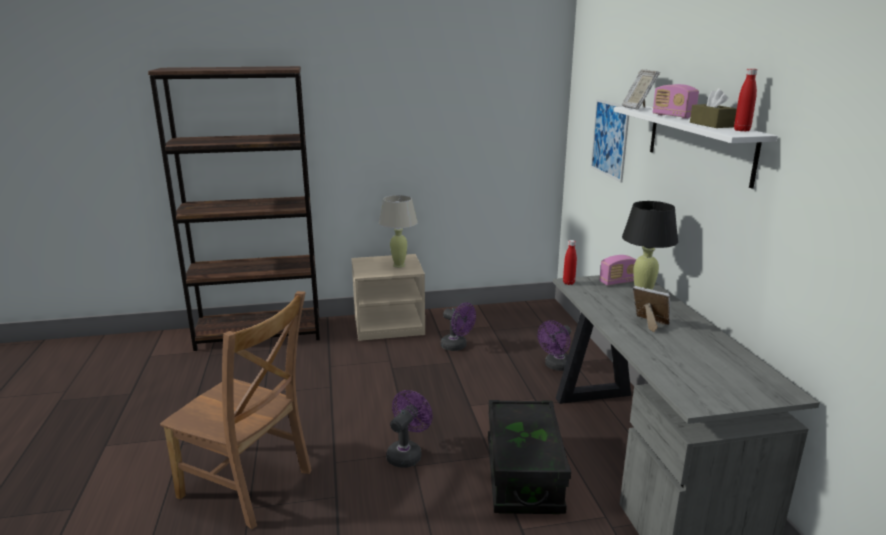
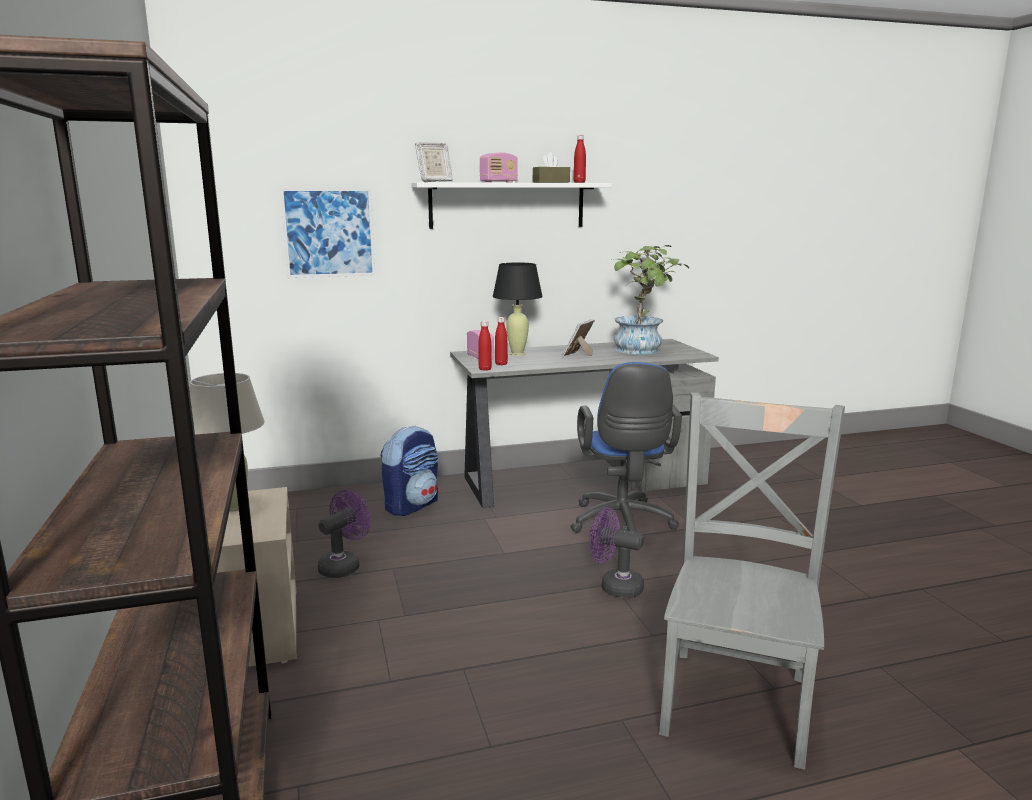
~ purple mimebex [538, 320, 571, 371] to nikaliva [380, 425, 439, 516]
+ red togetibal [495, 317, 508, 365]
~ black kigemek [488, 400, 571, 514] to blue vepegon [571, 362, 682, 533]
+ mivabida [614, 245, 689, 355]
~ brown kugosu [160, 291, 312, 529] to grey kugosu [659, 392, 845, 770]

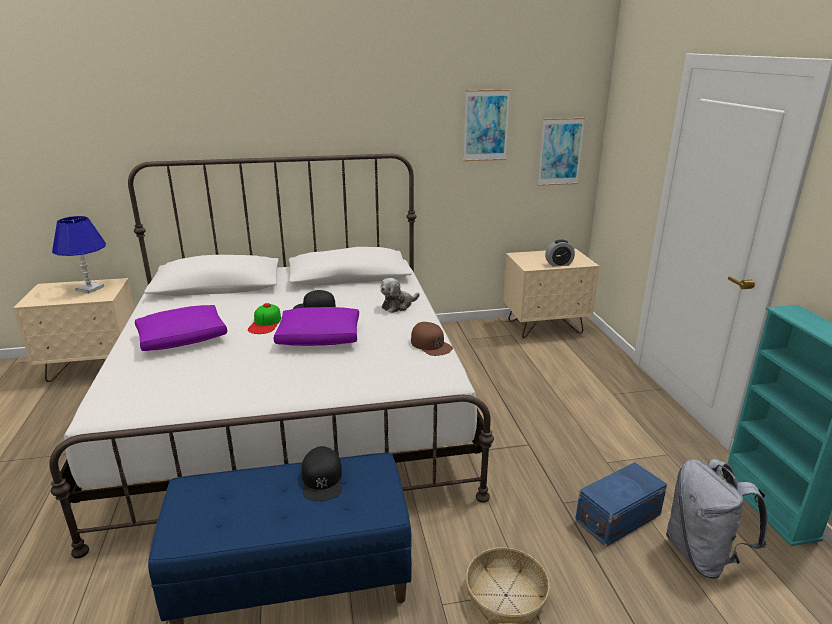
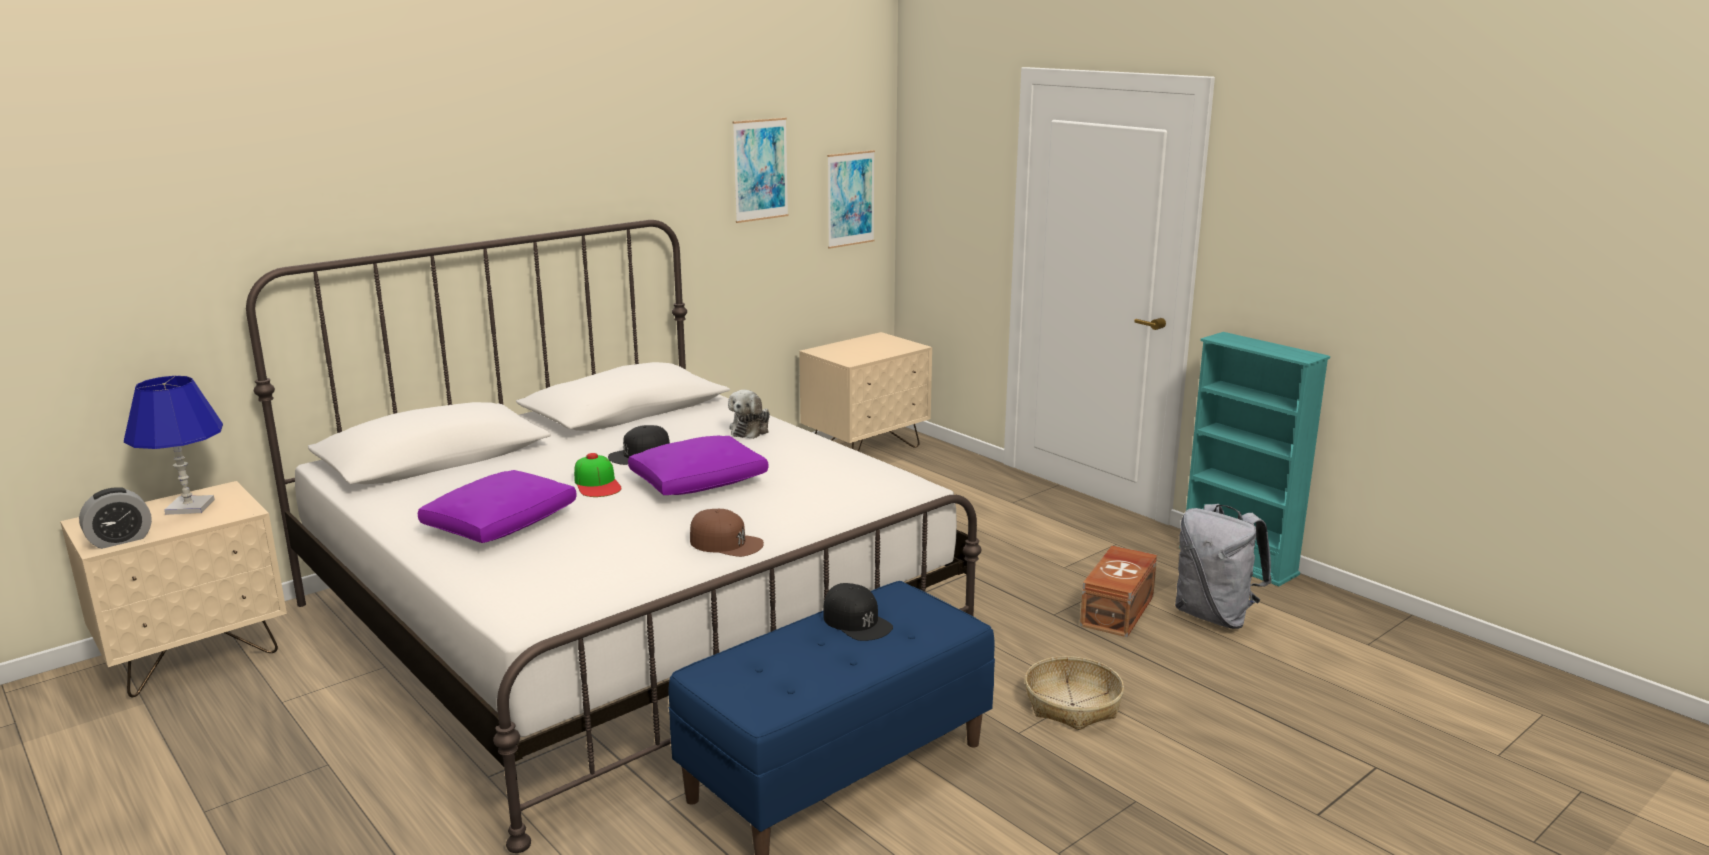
~ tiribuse [545, 240, 575, 267] to [79, 487, 152, 549]
~ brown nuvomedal [411, 322, 453, 356] to [690, 509, 764, 557]
~ blue kigemek [575, 462, 667, 547] to brown kigemek [1080, 546, 1157, 637]

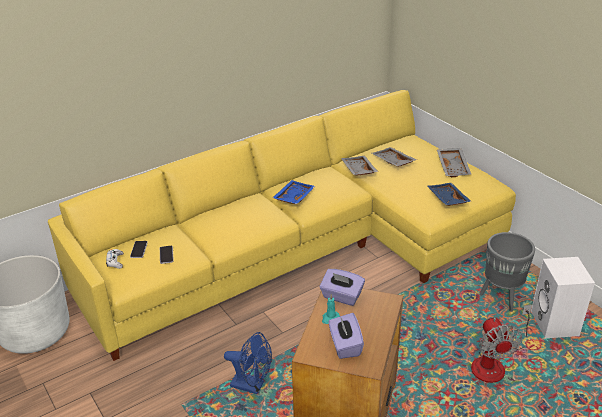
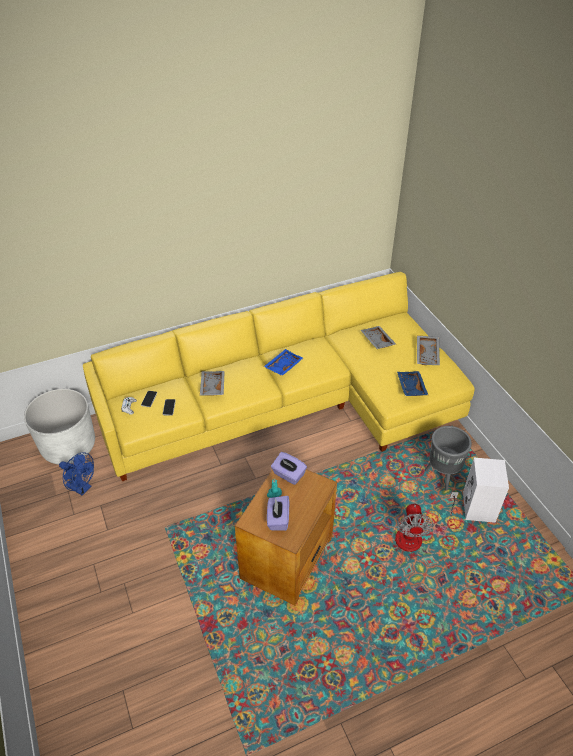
~ blue mimebex [224, 332, 272, 394] to [59, 452, 94, 496]
~ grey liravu [341, 156, 378, 176] to [200, 371, 225, 396]

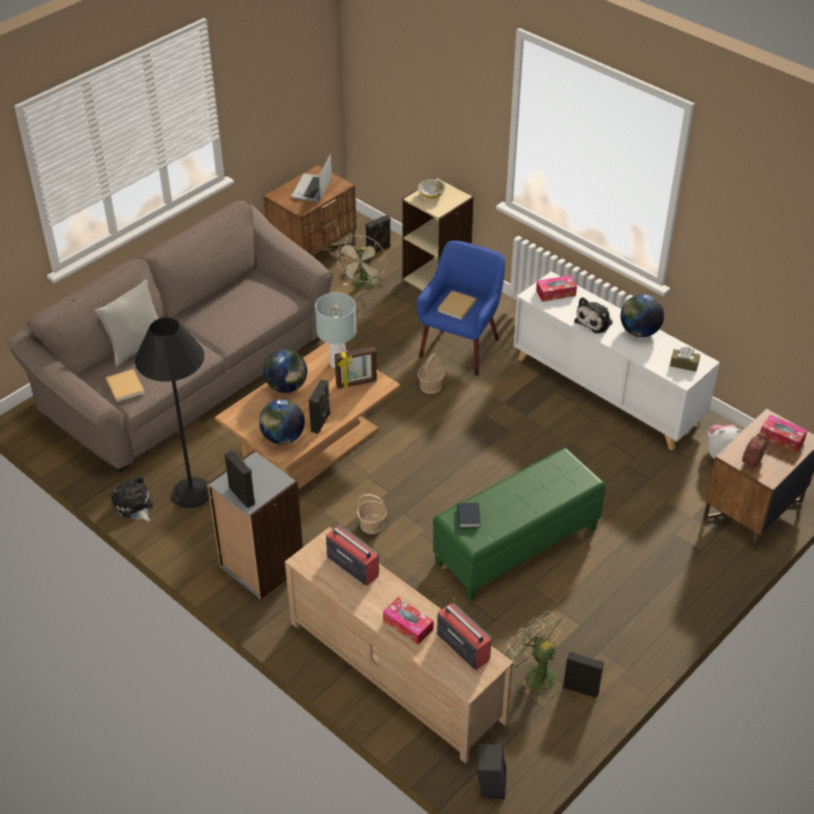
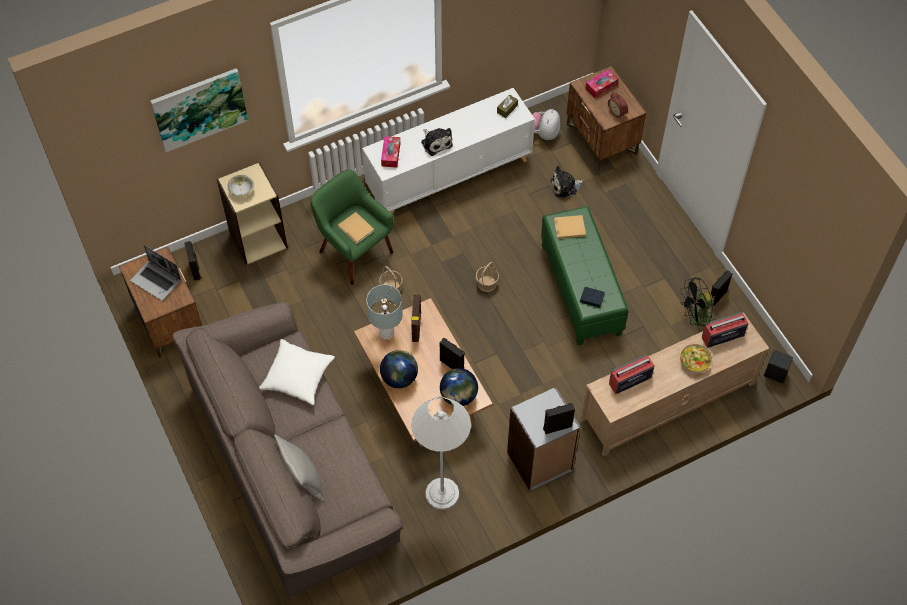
+ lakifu [151, 68, 248, 152]
+ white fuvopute [259, 339, 335, 405]
~ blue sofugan [417, 240, 505, 376] to green sofugan [311, 169, 394, 285]
~ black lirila [135, 317, 209, 508] to white lirila [411, 397, 471, 510]
~ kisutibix [357, 494, 387, 534] to [476, 262, 499, 292]
~ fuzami [111, 476, 153, 522] to [550, 166, 584, 198]
~ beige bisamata [106, 369, 145, 402] to [554, 215, 586, 239]
~ green mimebex [504, 611, 565, 698] to black mimebex [680, 277, 719, 326]
~ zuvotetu [383, 597, 434, 645] to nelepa [680, 344, 712, 373]
- beige mimebex [336, 235, 387, 289]
- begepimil [621, 294, 664, 337]

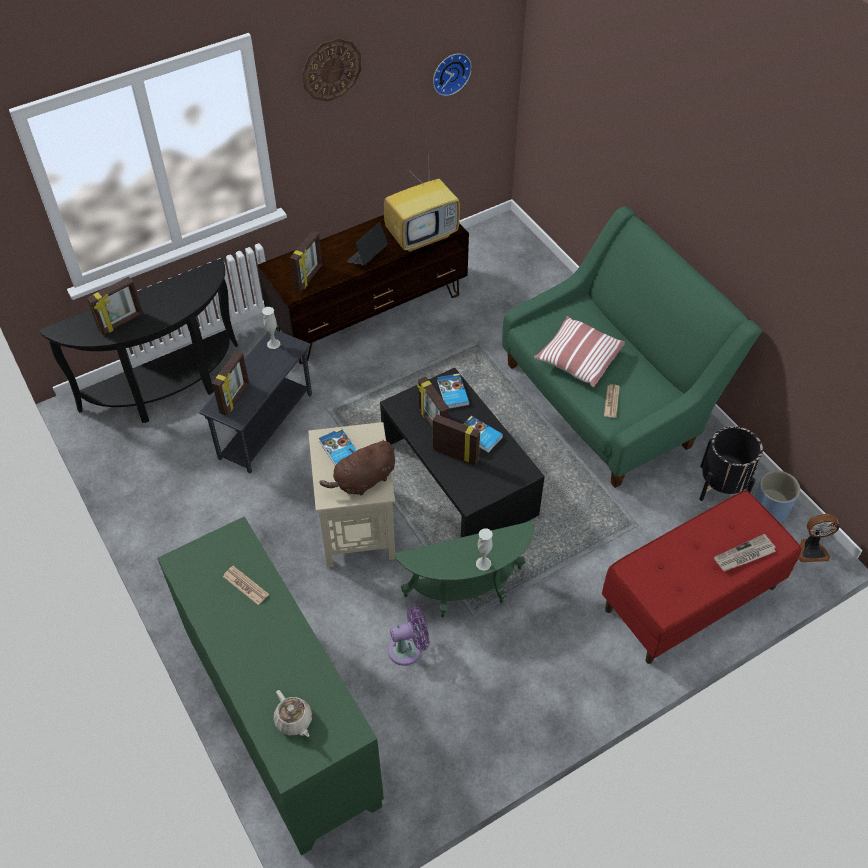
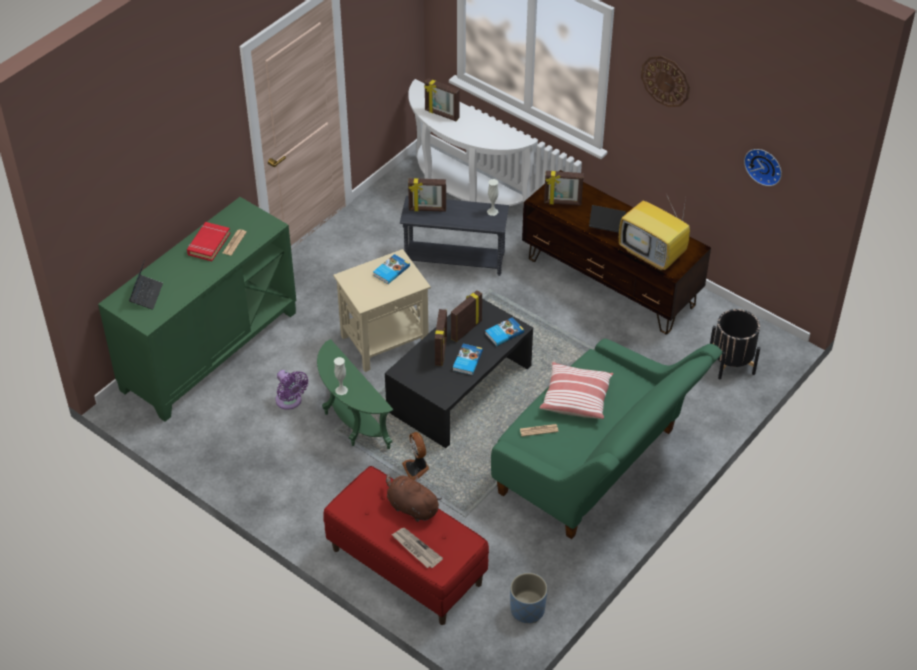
~ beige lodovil [274, 690, 312, 737] to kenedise [129, 260, 163, 310]
+ red bisamata [187, 222, 230, 261]
~ brown fuzami [319, 440, 395, 495] to [386, 474, 442, 522]
~ mimebex [798, 514, 840, 562] to [402, 432, 429, 480]
~ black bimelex [39, 258, 238, 423] to white bimelex [408, 79, 537, 206]
~ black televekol [699, 426, 763, 501] to [710, 309, 760, 379]

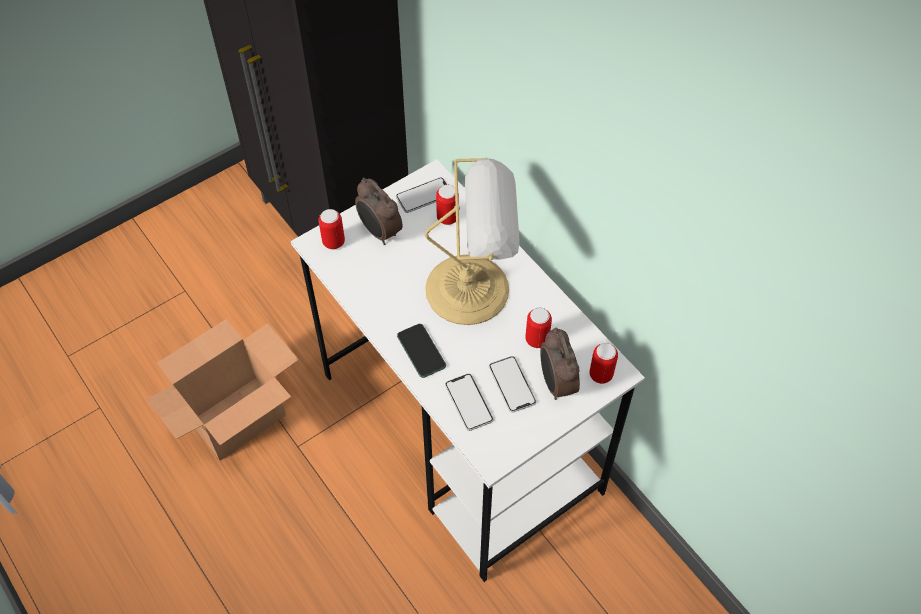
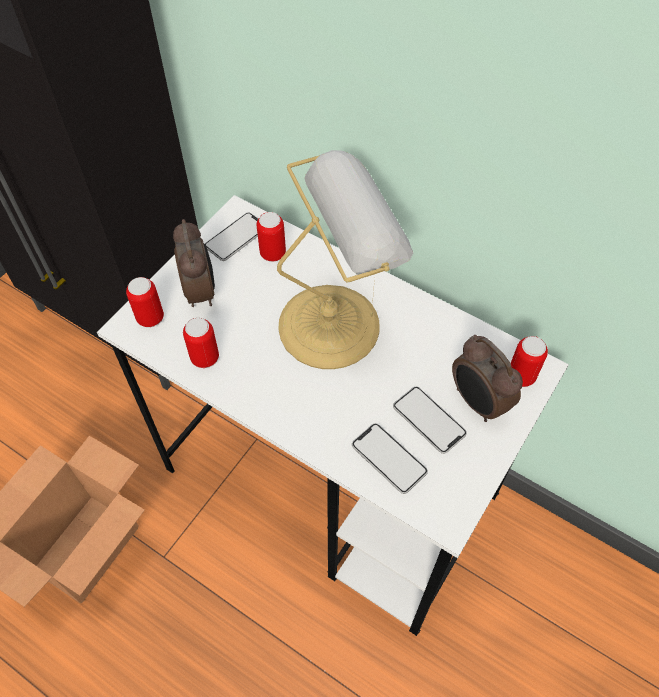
~ tiribuse [355, 178, 402, 245] = [173, 219, 215, 307] 135 degrees counterclockwise
~ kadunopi [525, 308, 552, 348] to [183, 318, 219, 368]
- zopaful [397, 324, 446, 378]

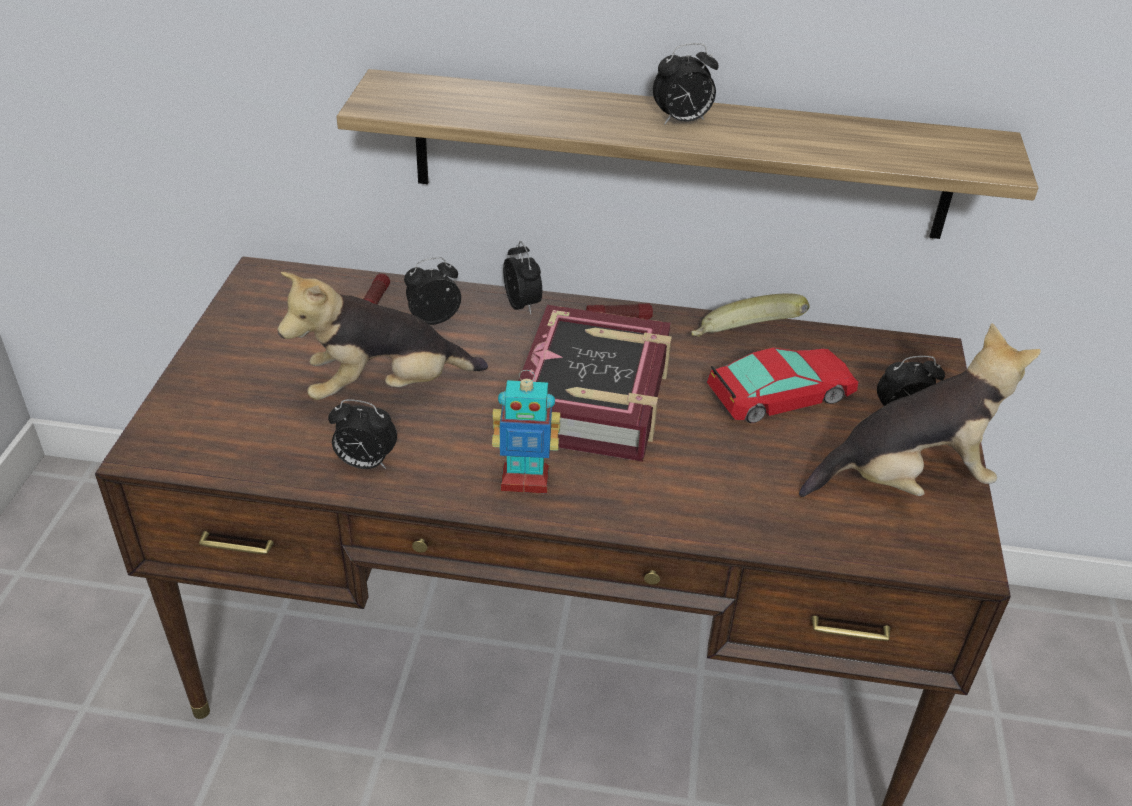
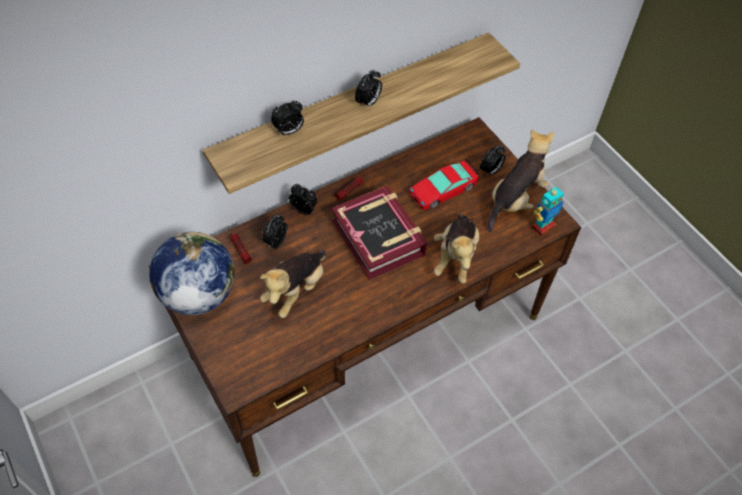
+ begepimil [149, 232, 234, 315]
~ tiribuse [328, 399, 397, 469] to [271, 100, 304, 136]
~ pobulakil [707, 348, 858, 423] = [409, 159, 479, 210] 150 degrees counterclockwise
+ fuzami [434, 214, 479, 284]
~ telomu [492, 370, 561, 493] to [532, 187, 564, 236]
- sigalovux [691, 294, 810, 337]

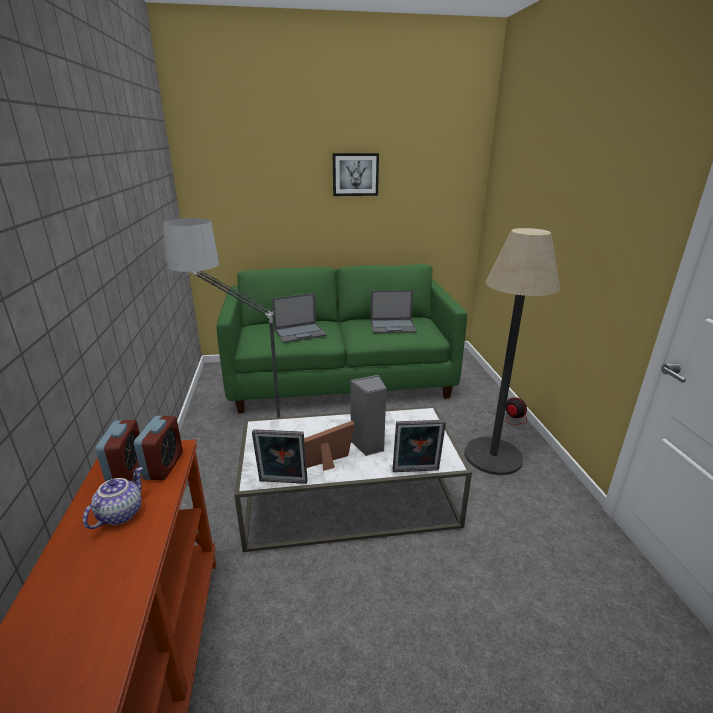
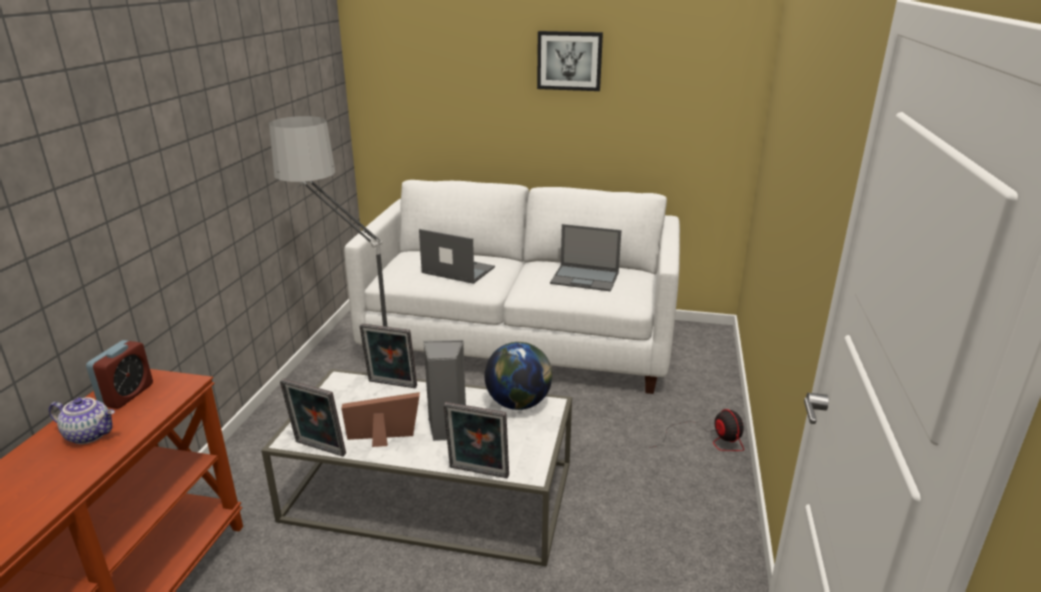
~ lodovil [83, 467, 143, 529] = [49, 397, 115, 444] 60 degrees clockwise
~ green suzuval [217, 264, 467, 413] to white suzuval [344, 180, 680, 394]
+ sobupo [359, 323, 417, 388]
~ kenedise [272, 293, 327, 343] = [419, 229, 495, 284] 150 degrees counterclockwise
+ begepimil [484, 342, 552, 410]
- tiribuse [134, 416, 183, 481]
- lirila [465, 228, 560, 475]

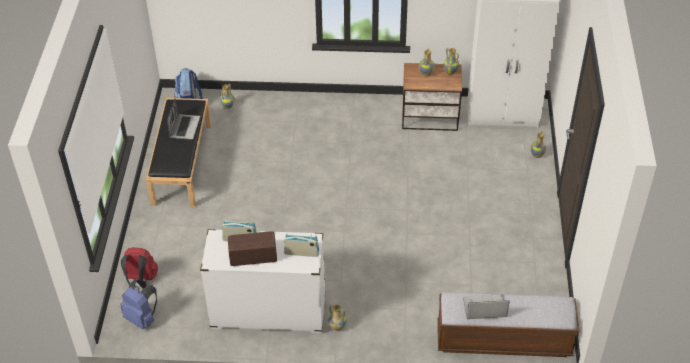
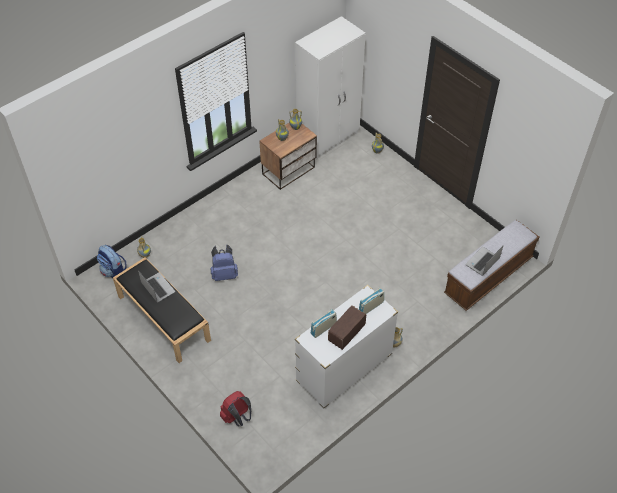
~ blue nikaliva [121, 279, 157, 329] to [211, 245, 238, 281]

